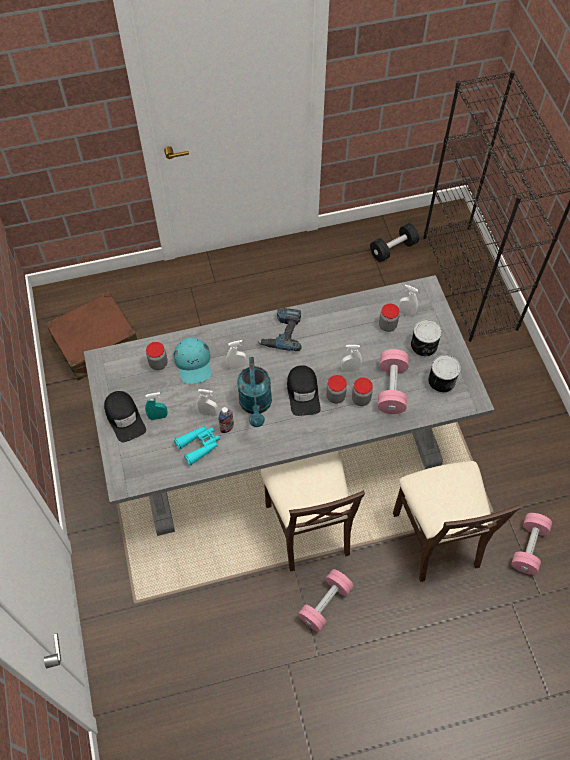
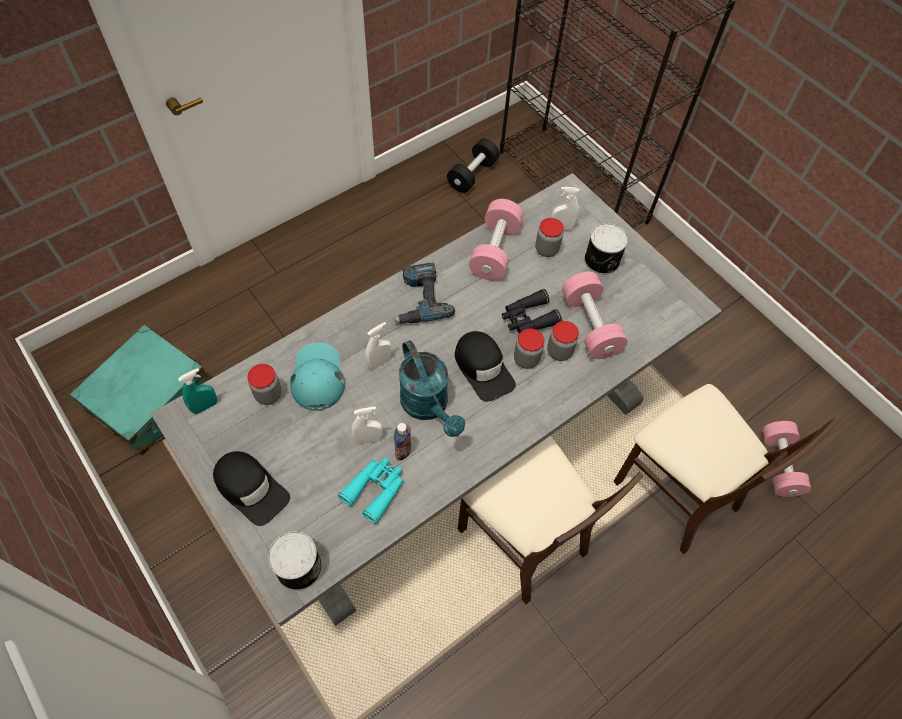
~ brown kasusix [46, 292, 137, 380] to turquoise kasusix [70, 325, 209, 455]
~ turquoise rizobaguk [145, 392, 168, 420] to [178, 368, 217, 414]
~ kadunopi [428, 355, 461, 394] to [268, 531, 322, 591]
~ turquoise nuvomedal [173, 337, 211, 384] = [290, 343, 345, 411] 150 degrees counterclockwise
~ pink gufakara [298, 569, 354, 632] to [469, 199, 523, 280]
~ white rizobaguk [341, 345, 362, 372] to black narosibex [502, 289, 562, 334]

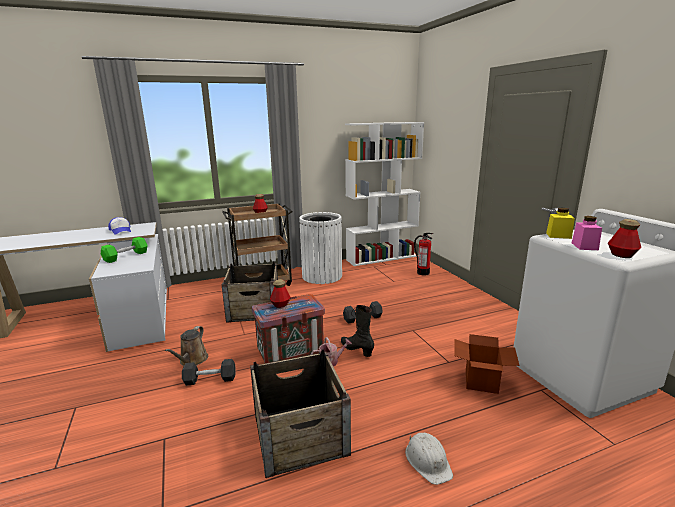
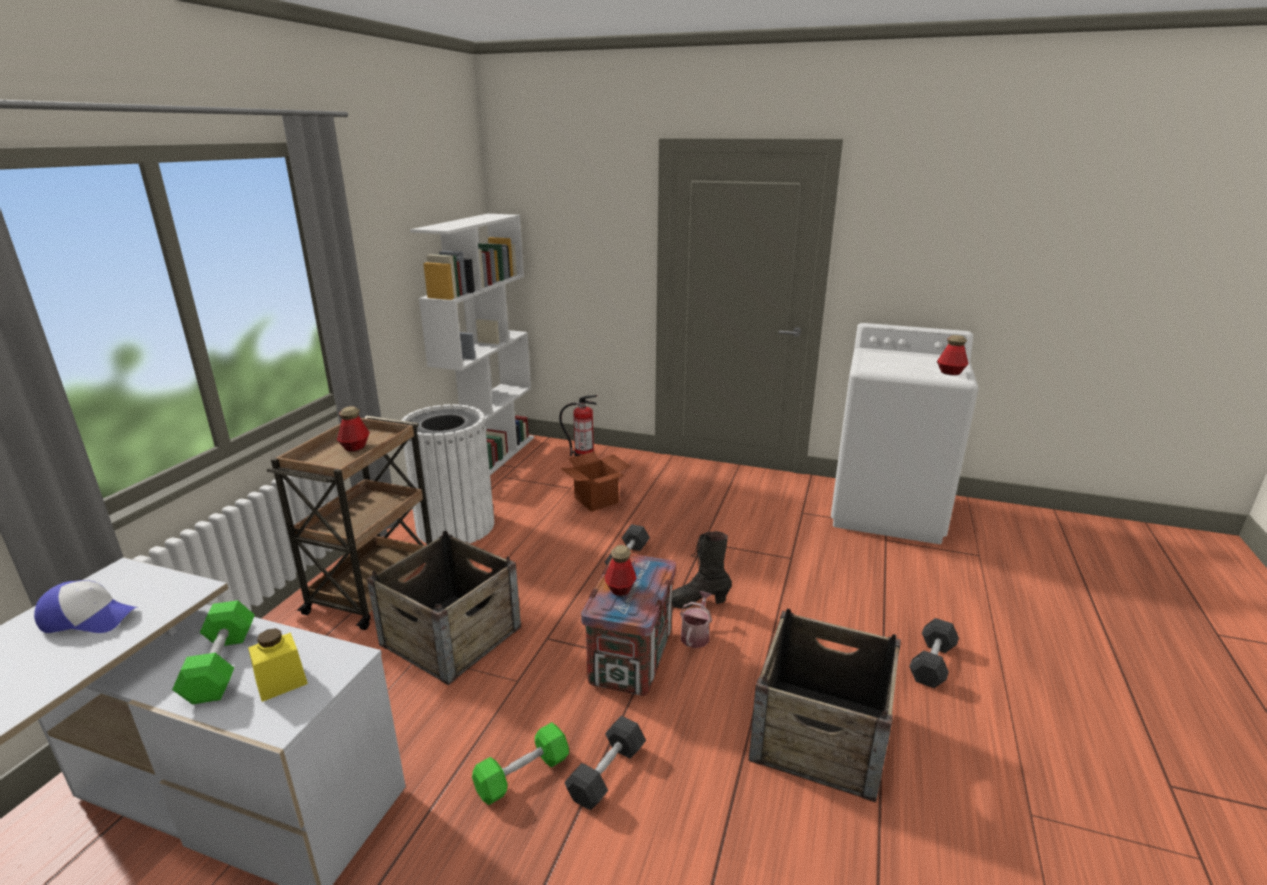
~ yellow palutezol [546, 208, 575, 239] to [248, 628, 308, 702]
~ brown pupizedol [165, 326, 208, 366] to green gufakara [472, 722, 569, 805]
~ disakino [454, 334, 520, 394] to [560, 451, 631, 512]
~ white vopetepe [405, 433, 453, 485] to grey gufakara [909, 618, 959, 688]
- pink palutezol [572, 216, 602, 250]

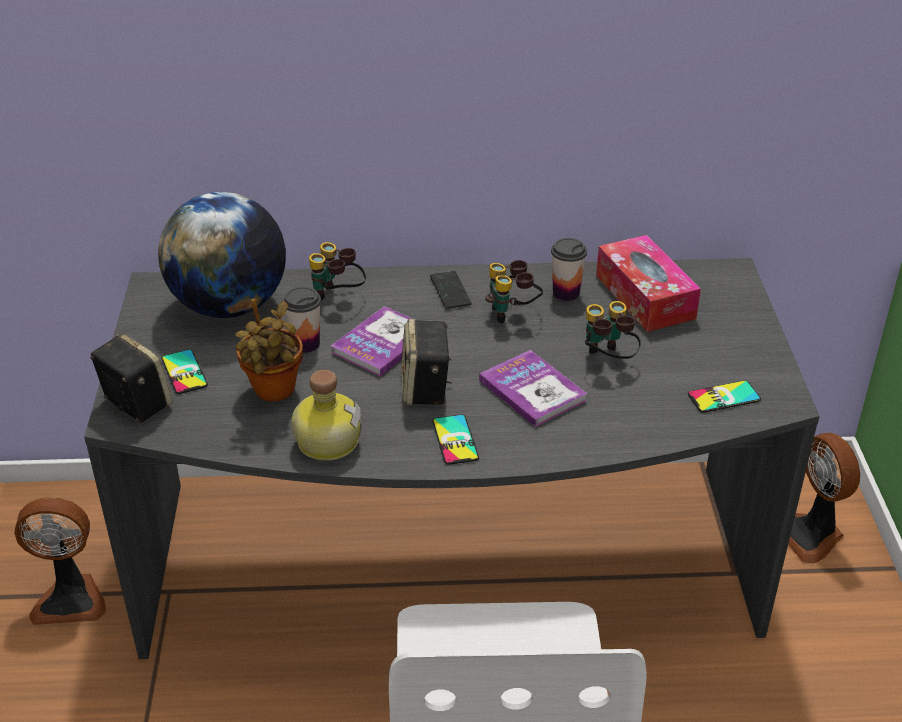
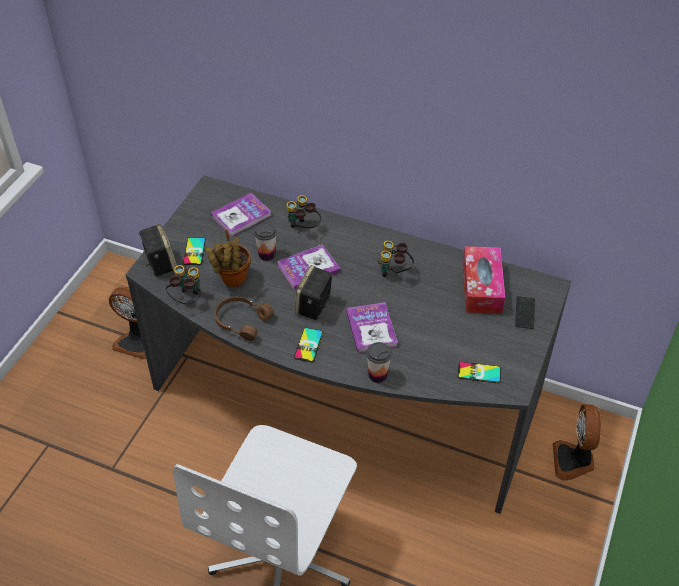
~ narosibex [585, 301, 641, 359] to [166, 265, 201, 304]
~ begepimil [158, 192, 286, 318] to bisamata [211, 193, 272, 236]
~ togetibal [291, 370, 362, 461] to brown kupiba [214, 297, 274, 341]
~ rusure [551, 238, 587, 301] to [366, 342, 392, 383]
~ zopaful [430, 271, 471, 309] to [515, 296, 535, 329]

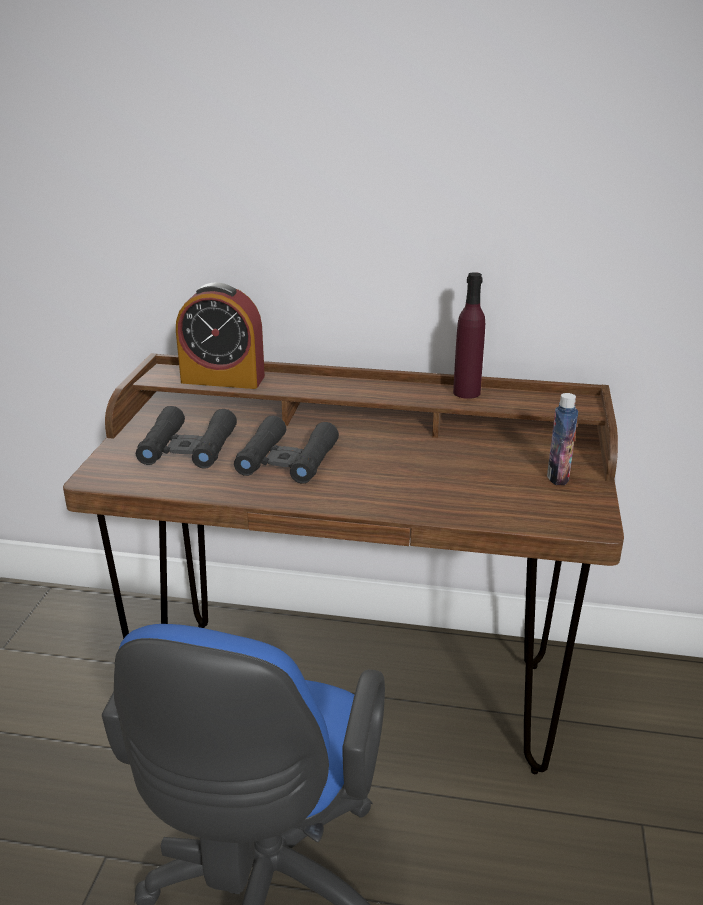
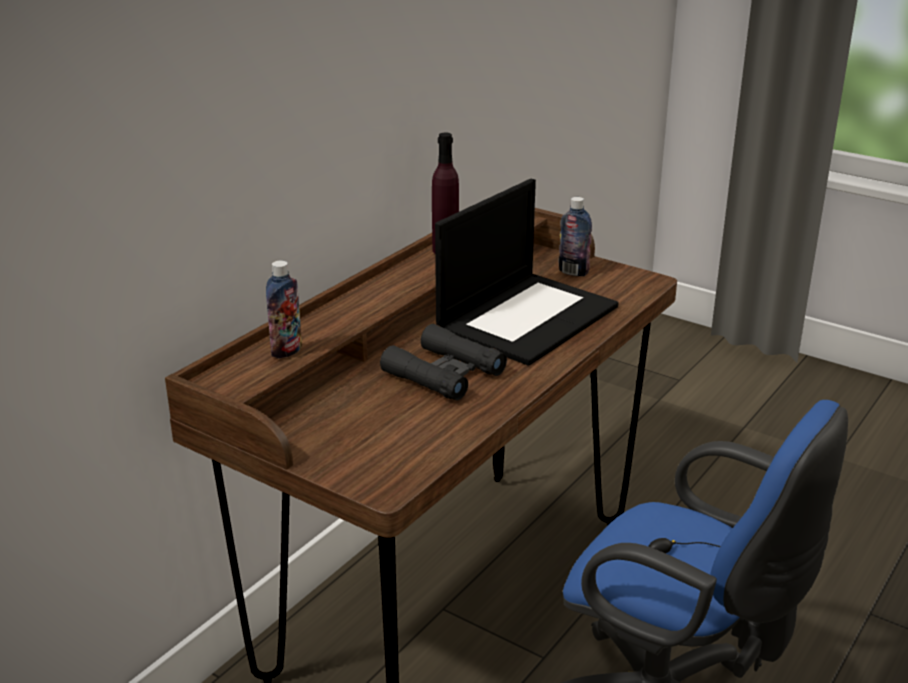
~ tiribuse [176, 282, 265, 389] to togetibal [266, 261, 302, 359]
+ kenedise [435, 179, 619, 366]
- black narosibex [136, 406, 237, 469]

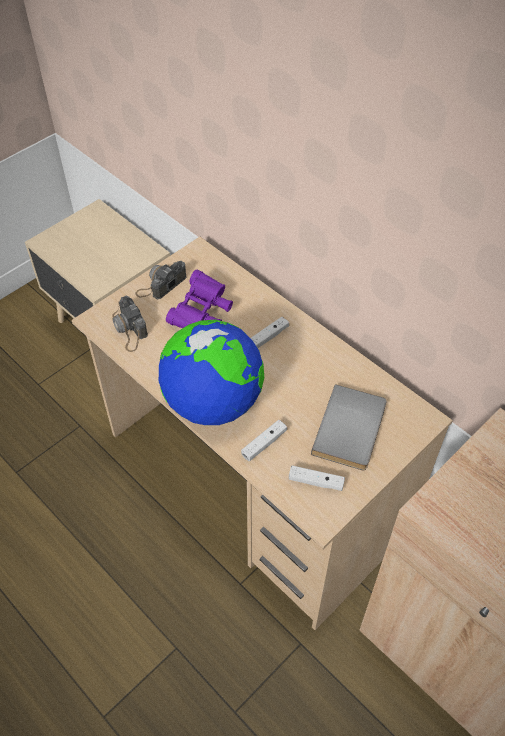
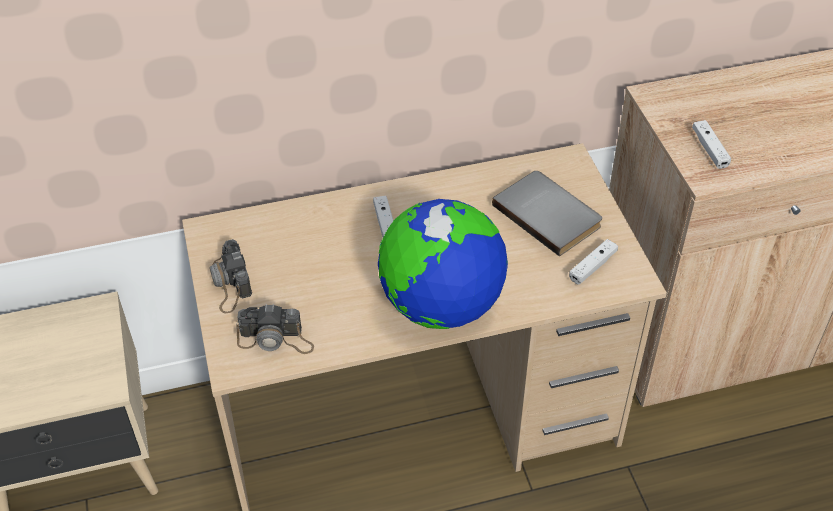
~ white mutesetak [241, 420, 287, 461] to [692, 120, 731, 169]
- purple narosibex [166, 270, 233, 328]

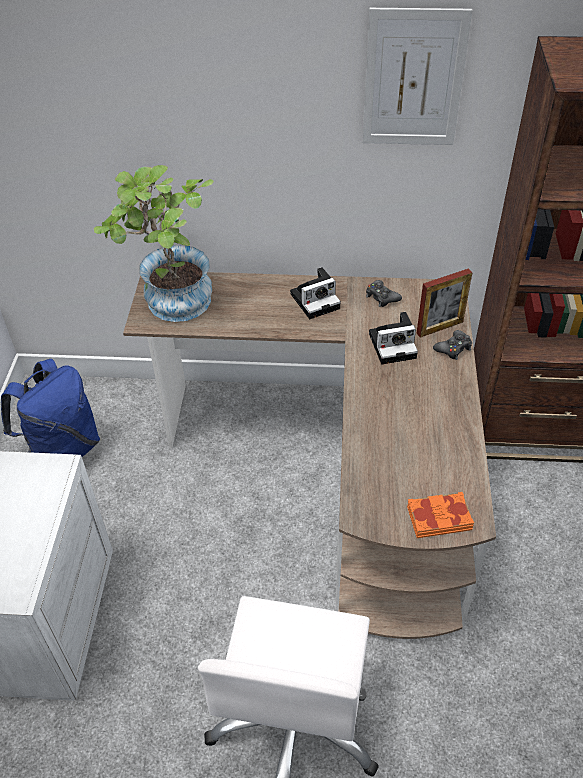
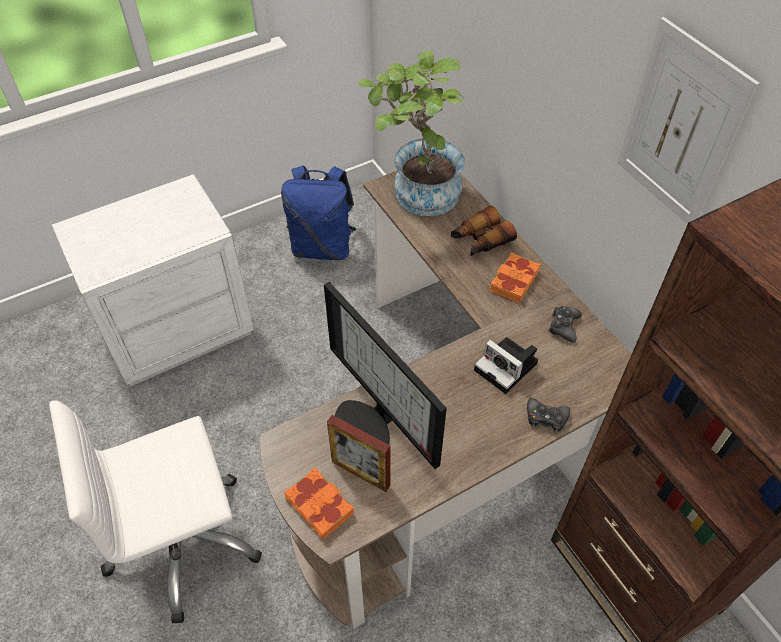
+ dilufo [324, 282, 447, 469]
~ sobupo [417, 269, 472, 338] to [327, 415, 390, 492]
+ narosibex [451, 206, 517, 256]
~ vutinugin [290, 267, 341, 319] to orange bisamata [490, 252, 540, 303]

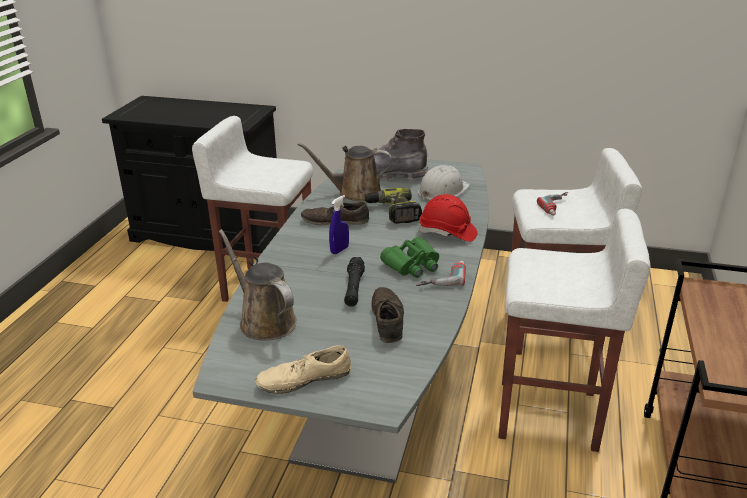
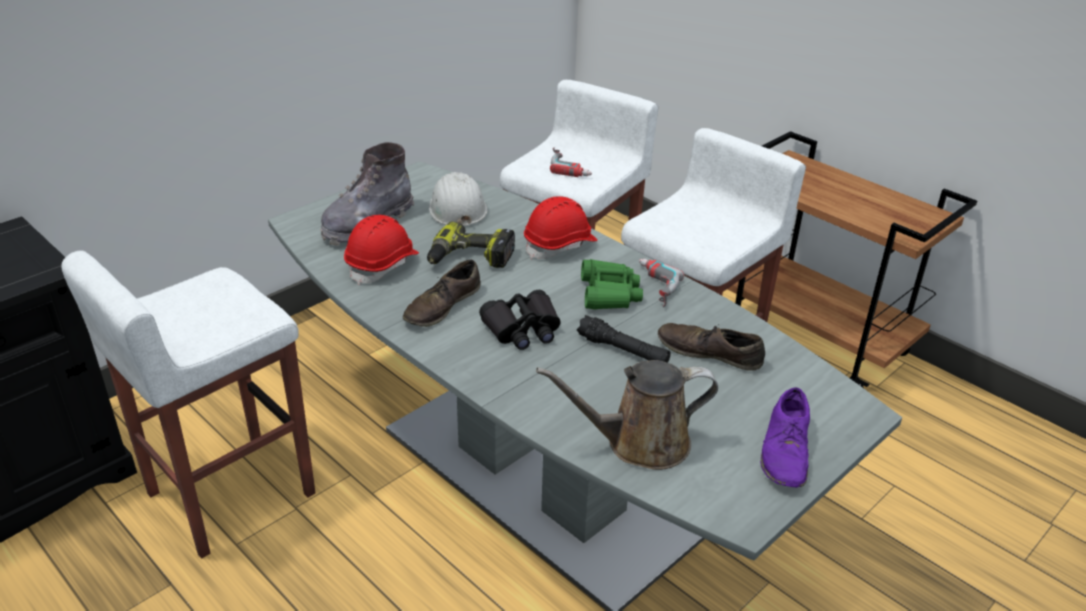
~ brown pupizedol [297, 143, 392, 201] to red vopetepe [344, 215, 419, 285]
~ blue rizobaguk [329, 195, 349, 254] to black narosibex [479, 290, 561, 350]
~ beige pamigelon [255, 346, 351, 394] to purple pamigelon [760, 387, 810, 488]

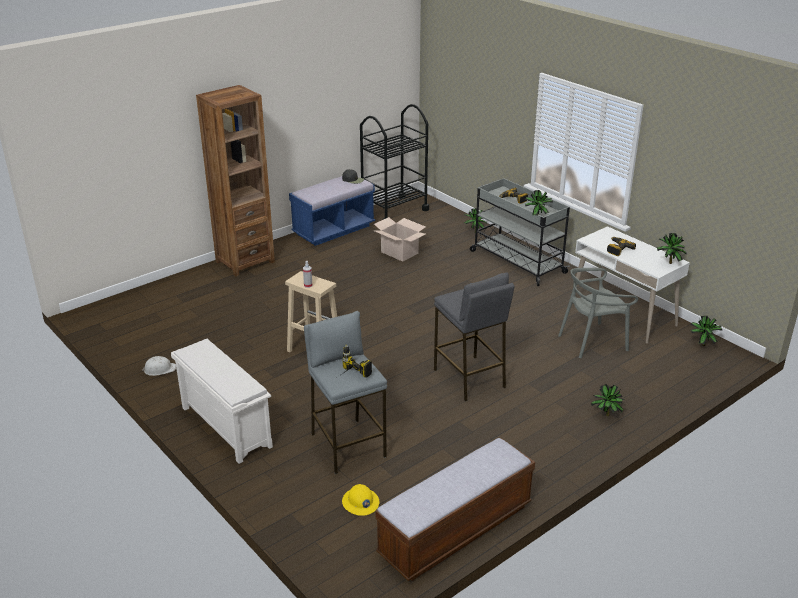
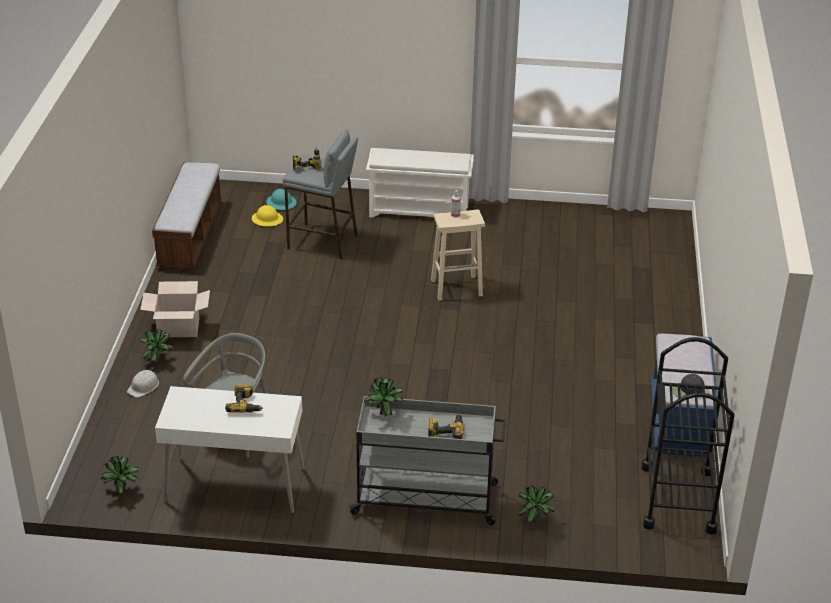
~ white vopetepe [142, 356, 176, 376] to [127, 370, 159, 397]
~ disakino [374, 217, 426, 262] to [140, 281, 210, 337]
+ turquoise vopetepe [266, 189, 297, 210]
- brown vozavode [196, 85, 275, 276]
- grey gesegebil [434, 273, 514, 401]
- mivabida [657, 233, 686, 264]

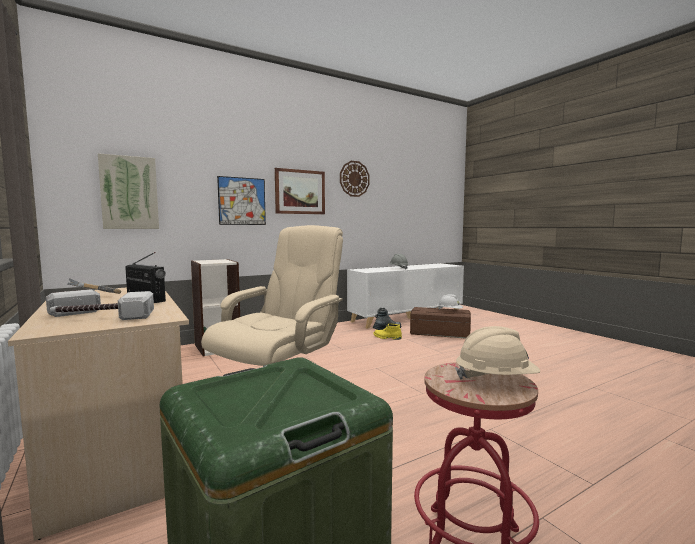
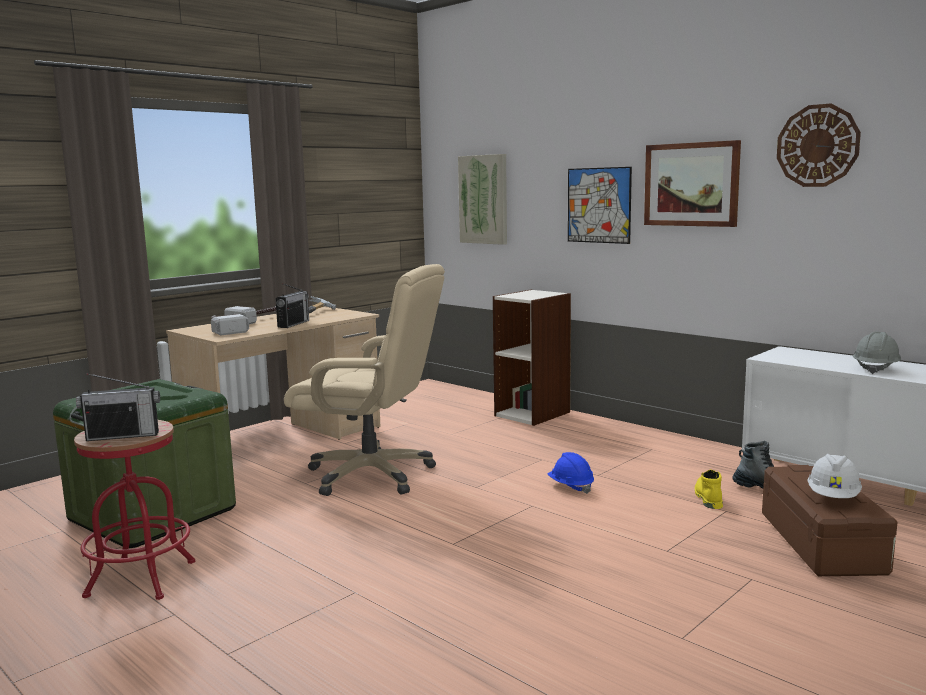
~ beige vopetepe [455, 326, 540, 380] to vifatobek [76, 373, 160, 441]
+ blue vopetepe [548, 452, 594, 494]

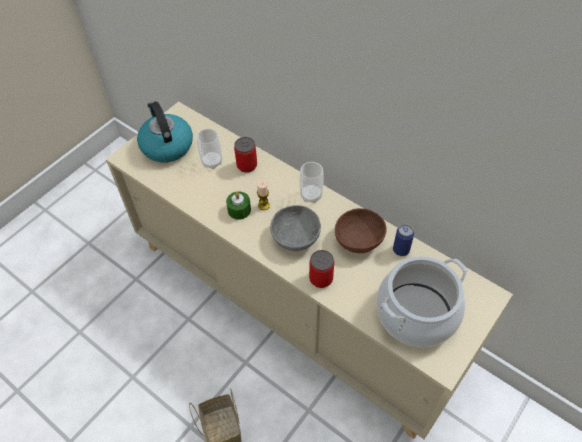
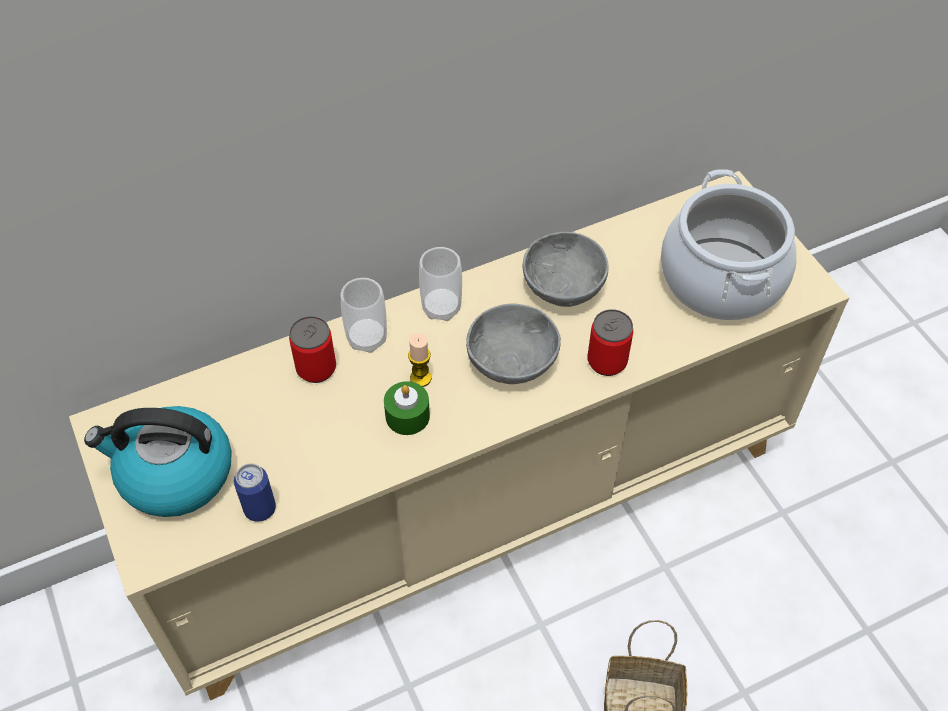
~ kadunopi [393, 224, 414, 256] to [234, 463, 276, 522]
~ rusure [197, 129, 222, 169] to [341, 278, 387, 353]
~ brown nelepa [335, 208, 387, 253] to grey nelepa [522, 232, 609, 307]

